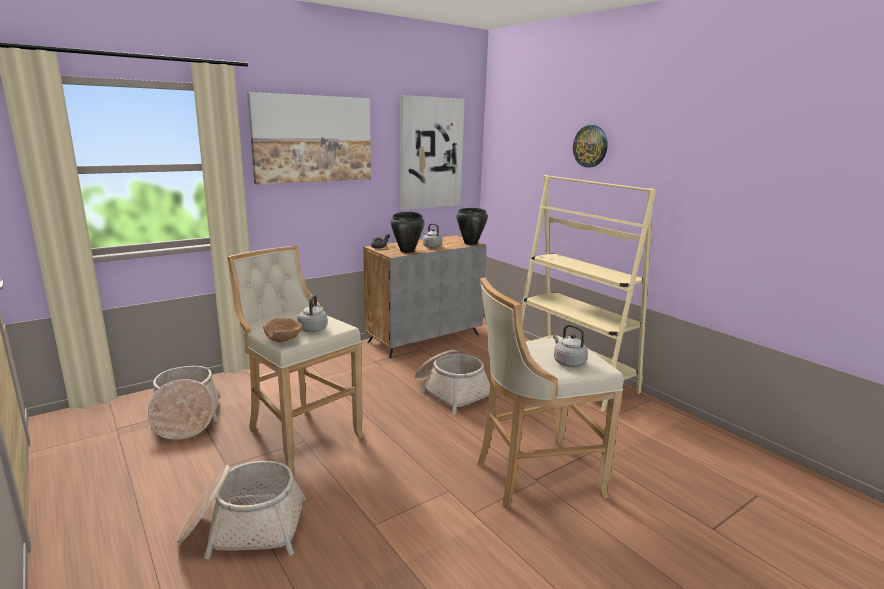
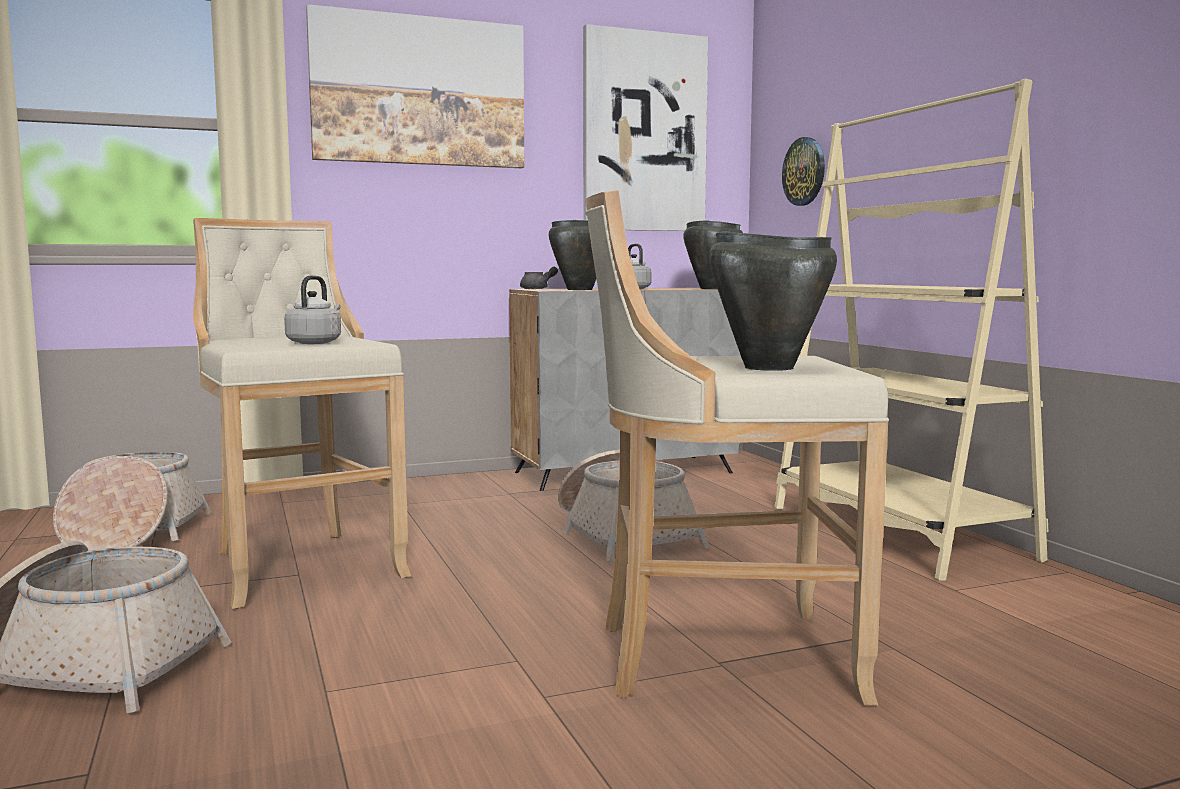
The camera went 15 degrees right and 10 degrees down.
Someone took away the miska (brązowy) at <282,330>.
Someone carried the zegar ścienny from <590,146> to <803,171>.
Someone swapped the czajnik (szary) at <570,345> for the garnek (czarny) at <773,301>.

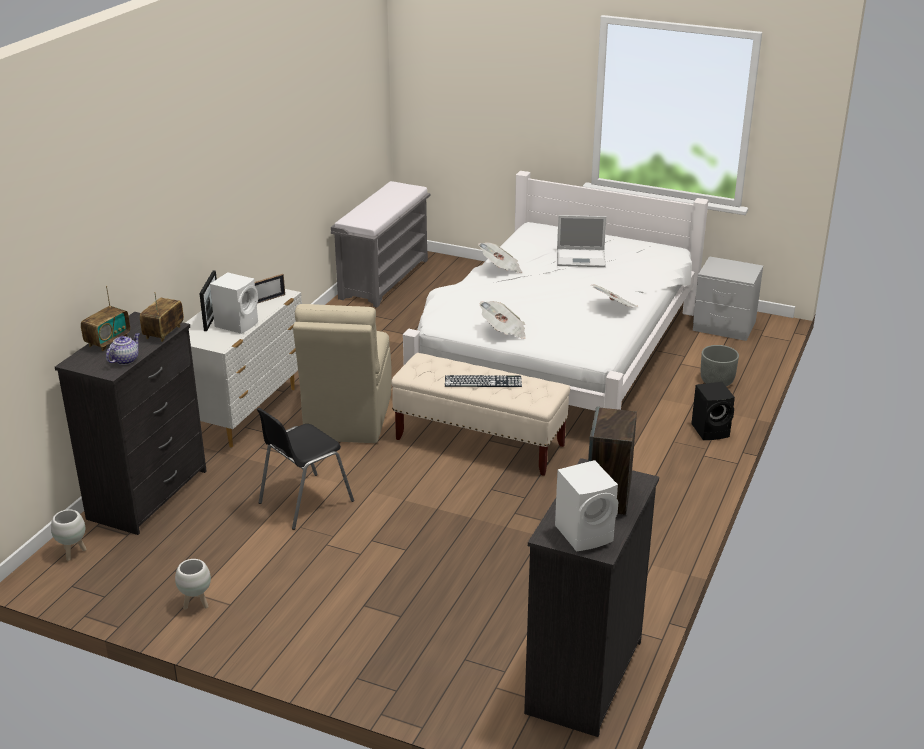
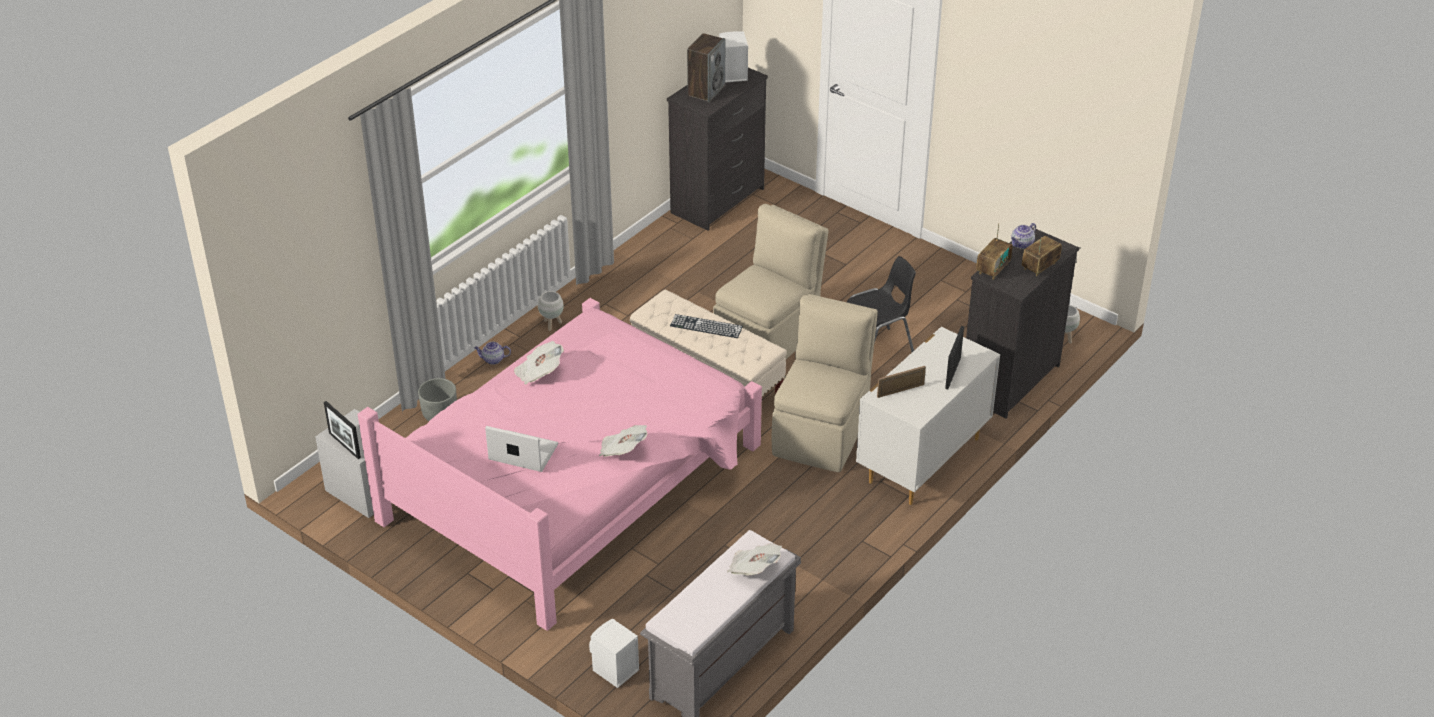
The camera went 165 degrees left and 10 degrees up.
Someone put down the ramka na zdjęcie at <342,430>.
Someone put down the krzesło (beżowy) at <771,281>.
Someone carried the donica (biały) from <193,584> to <551,311>.
Someone carried the głośnik (biały) from <234,303> to <614,653>.
Someone carried the gazeta from <503,320> to <754,559>.
Someone swapped the głośnik (czarny) at <713,411> for the imbryk at <492,353>.
Someone repainted the łóżko (biały) at <555,291>, which became the łóżko (różowy) at <560,464>.

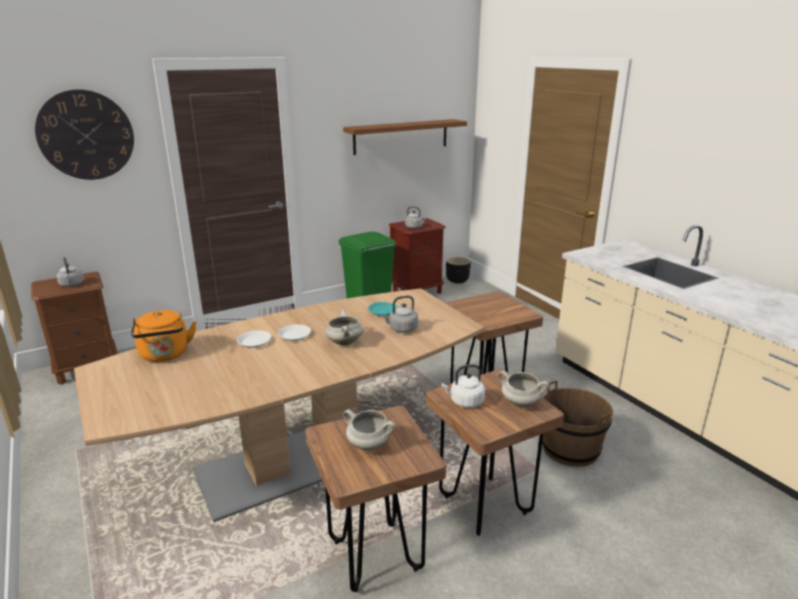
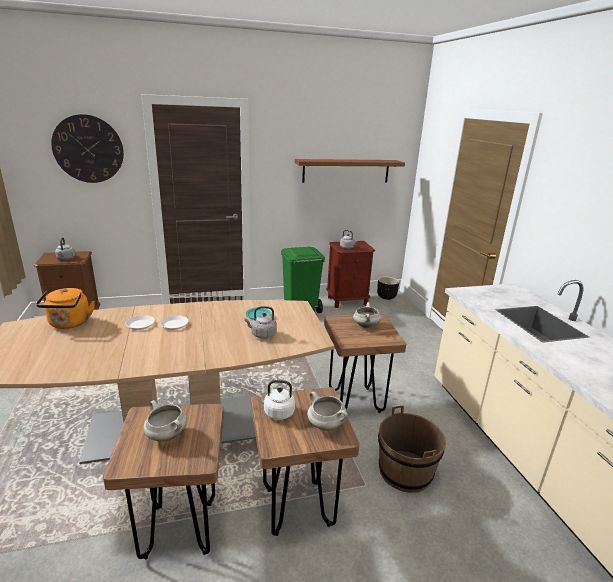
The camera went 15 degrees right and 0 degrees up.
Someone carried the garnek (biały) from <344,328> to <367,315>.

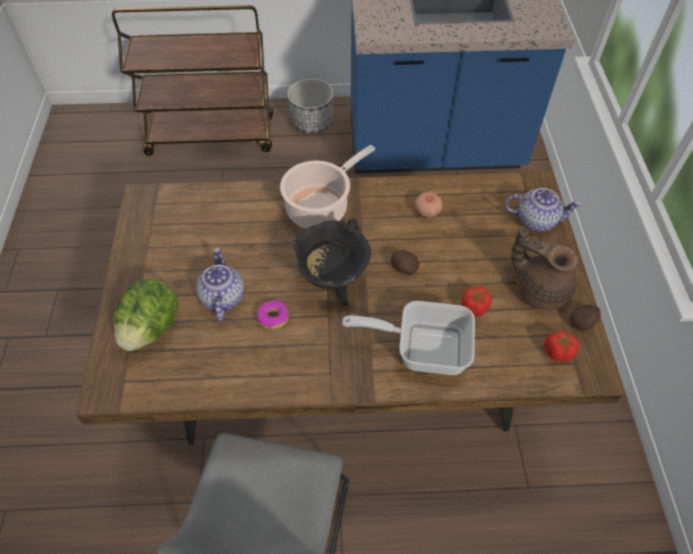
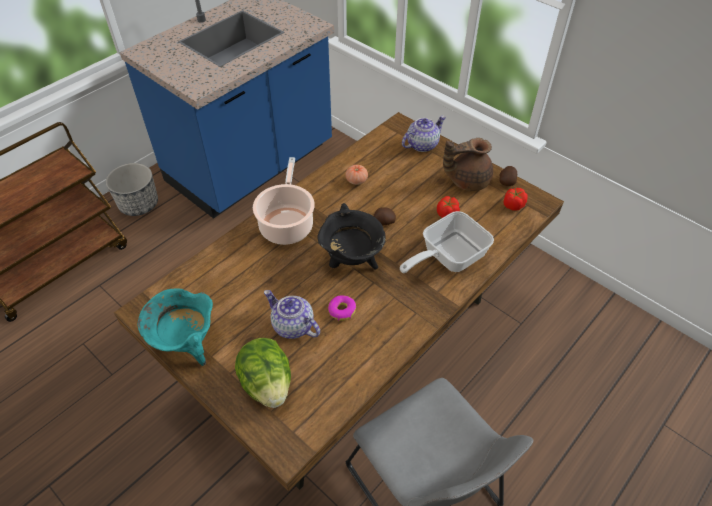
The camera went 45 degrees left and 5 degrees down.
Someone put down the garnek (turkusowy) at <175,327>.

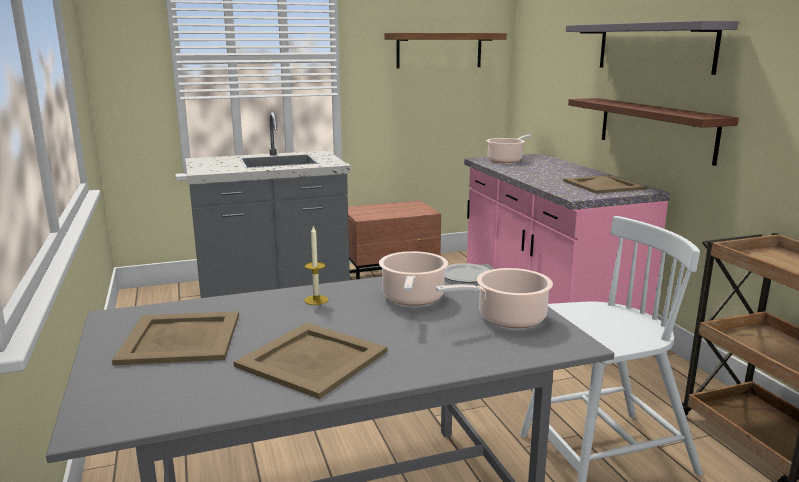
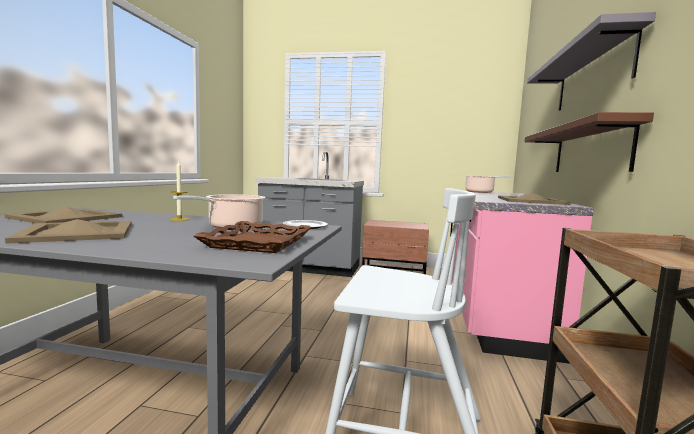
The camera went 30 degrees right and 10 degrees down.
Someone took away the półka at <445,51>.
Someone swapped the garnek at <494,298> for the taca (brązowy) at <252,237>.

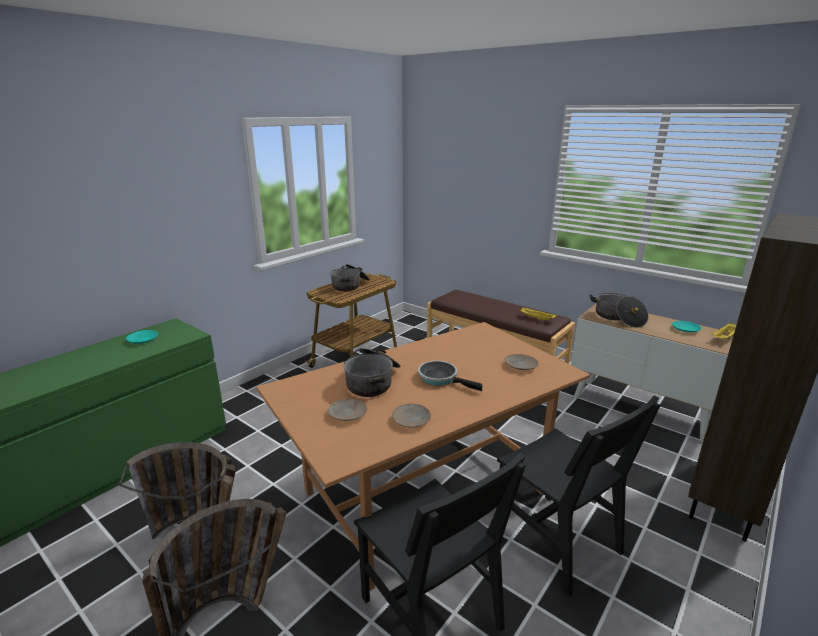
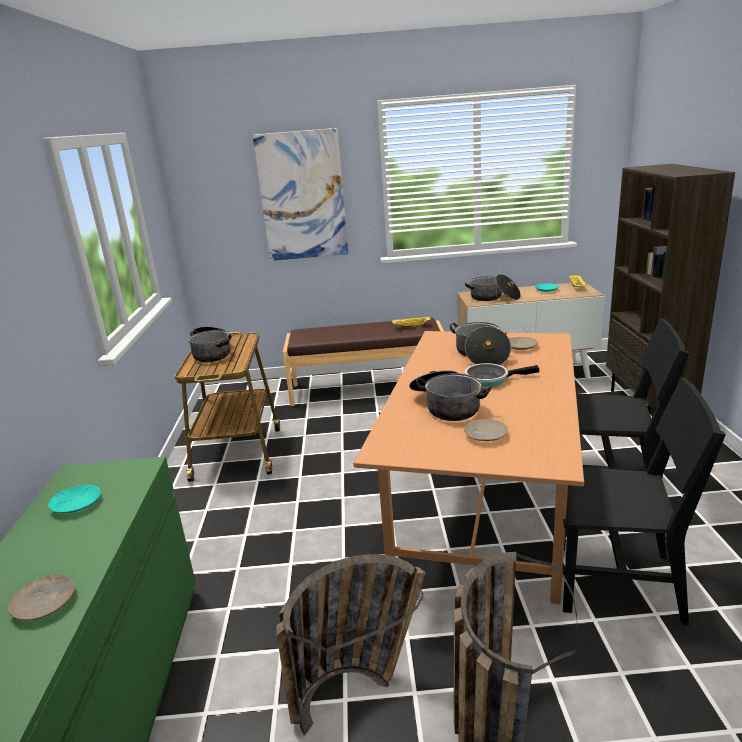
The camera went 40 degrees left and 0 degrees up.
Someone put up the obraz at <300,194>.
Someone put down the garnek at <480,343>.
Someone carried the talerz (beżowy) from <411,416> to <41,597>.

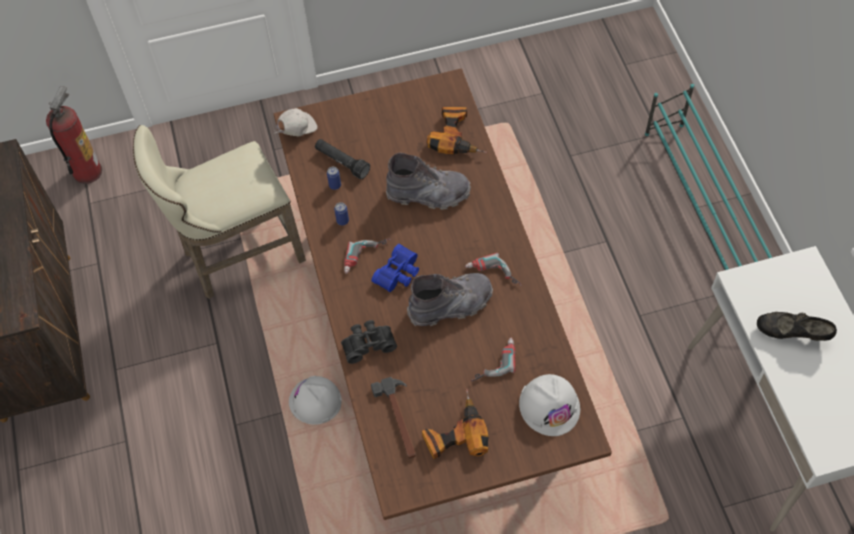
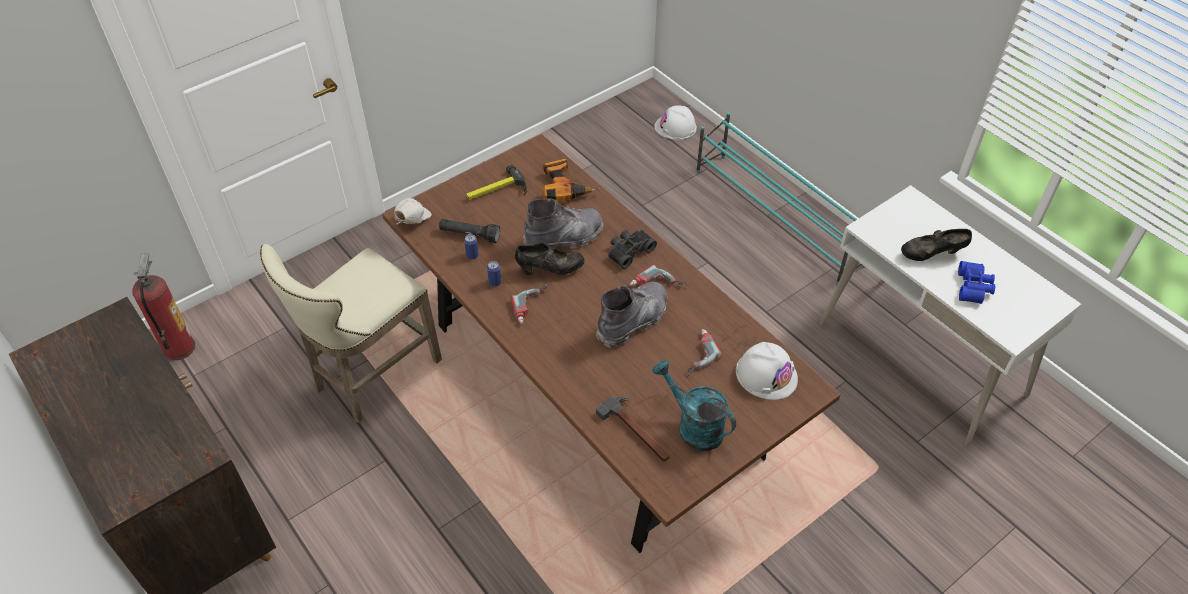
The camera went 25 degrees left and 10 degrees down.
Someone put down the młotek at <496,182>.
Someone put down the but (czarny) at <550,259>.
Someone carried the kask (biały) from <315,400> to <676,122>.
Someone carried the lornetka (czarny) from <369,342> to <632,249>.
Someone carried the lornetka (niebieski) from <395,268> to <976,282>.
Someone swapped the wiertarka at <455,423> for the konewka (turkusowy) at <694,405>.

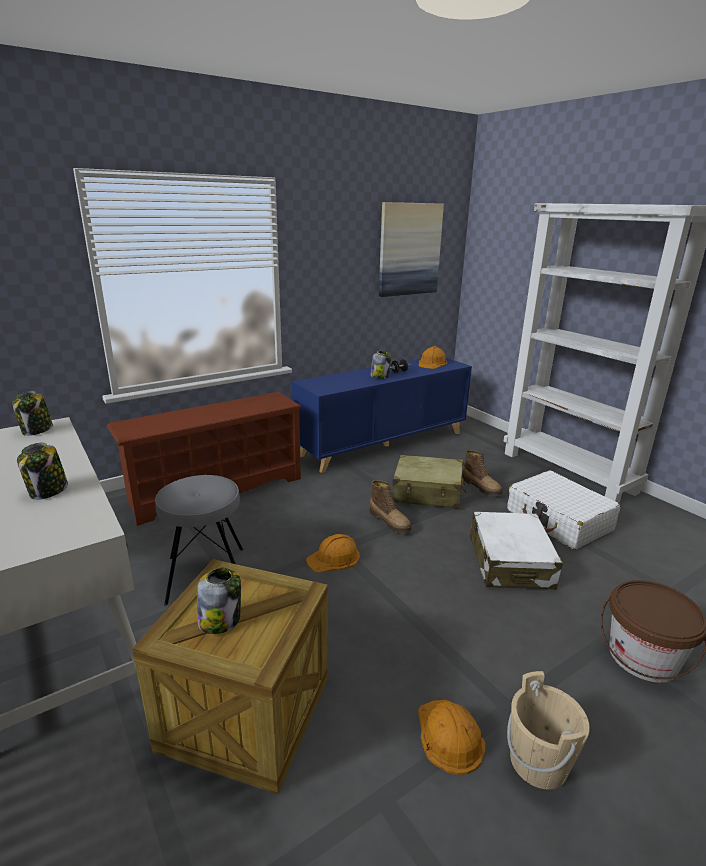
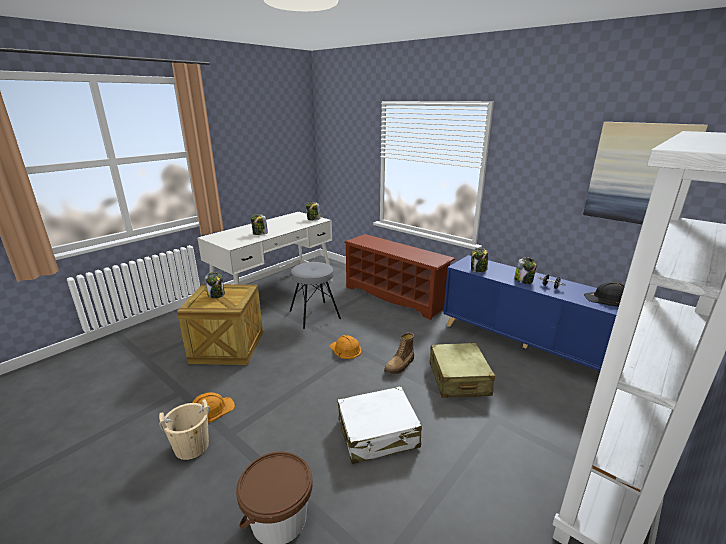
The camera went 75 degrees right and 0 degrees up.
Someone took away the but z cholewką at <482,473>.
Someone took away the walizka (biały) at <564,510>.
Someone put down the słoik at <479,260>.
Someone repainted the kask (pomarańczowy) at <432,357>, which became the kask (czarny) at <604,294>.

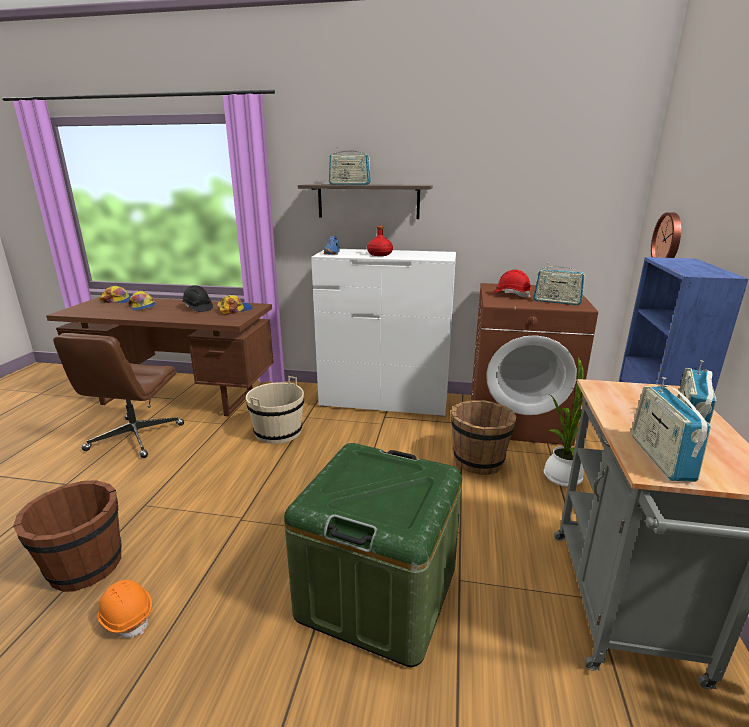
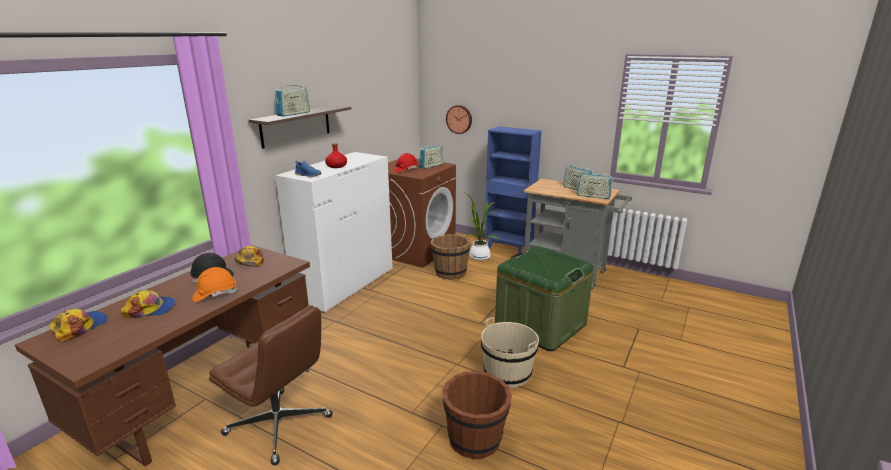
The camera went 70 degrees left and 0 degrees up.
Someone carried the kask (pomarańczowy) from <124,609> to <214,284>.
Someone carried the wiadro (beżowy) from <275,410> to <510,352>.

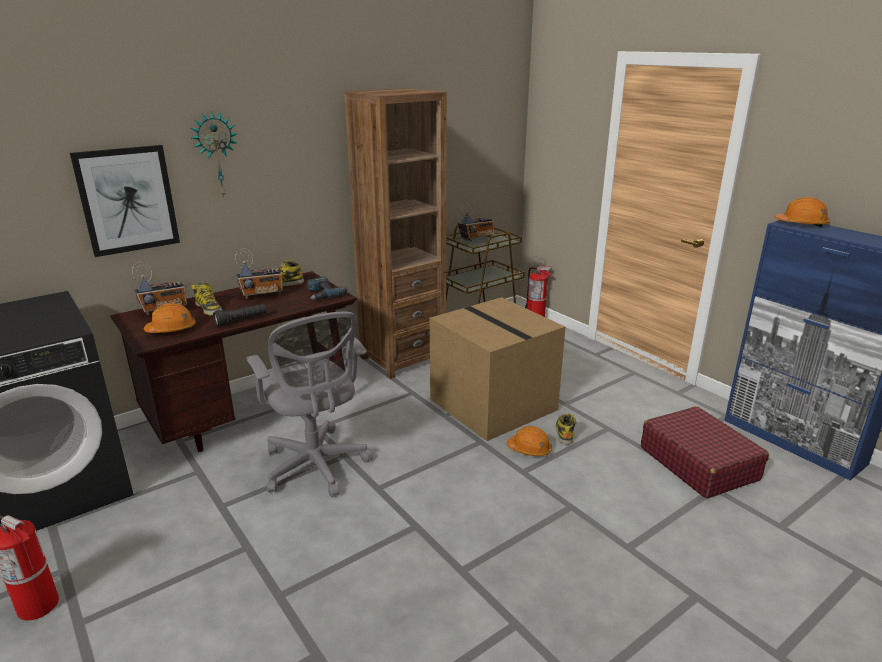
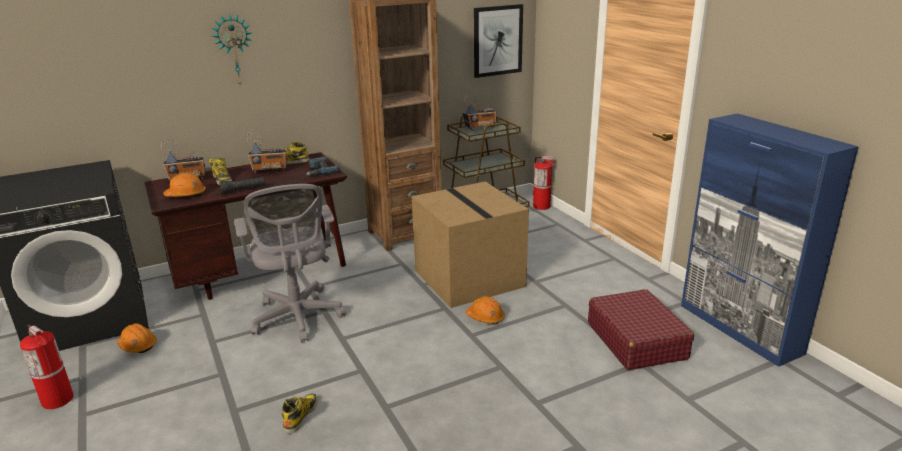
The camera went 10 degrees right and 0 degrees up.
Someone carried the obraz from <125,201> to <498,41>.
Someone carried the but z cholewką from <566,429> to <300,413>.
Someone carried the kask (pomarańczowy) from <802,212> to <137,338>.

